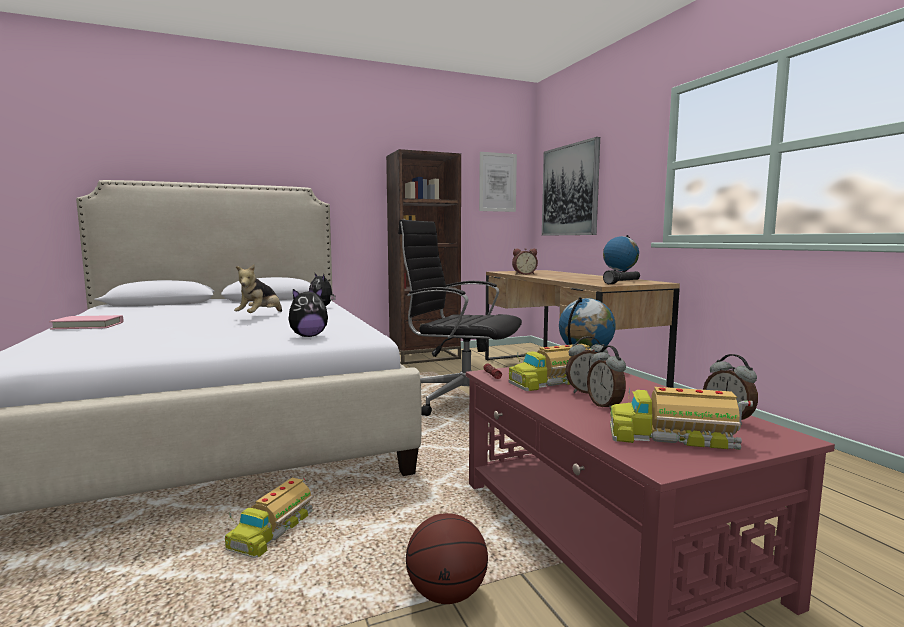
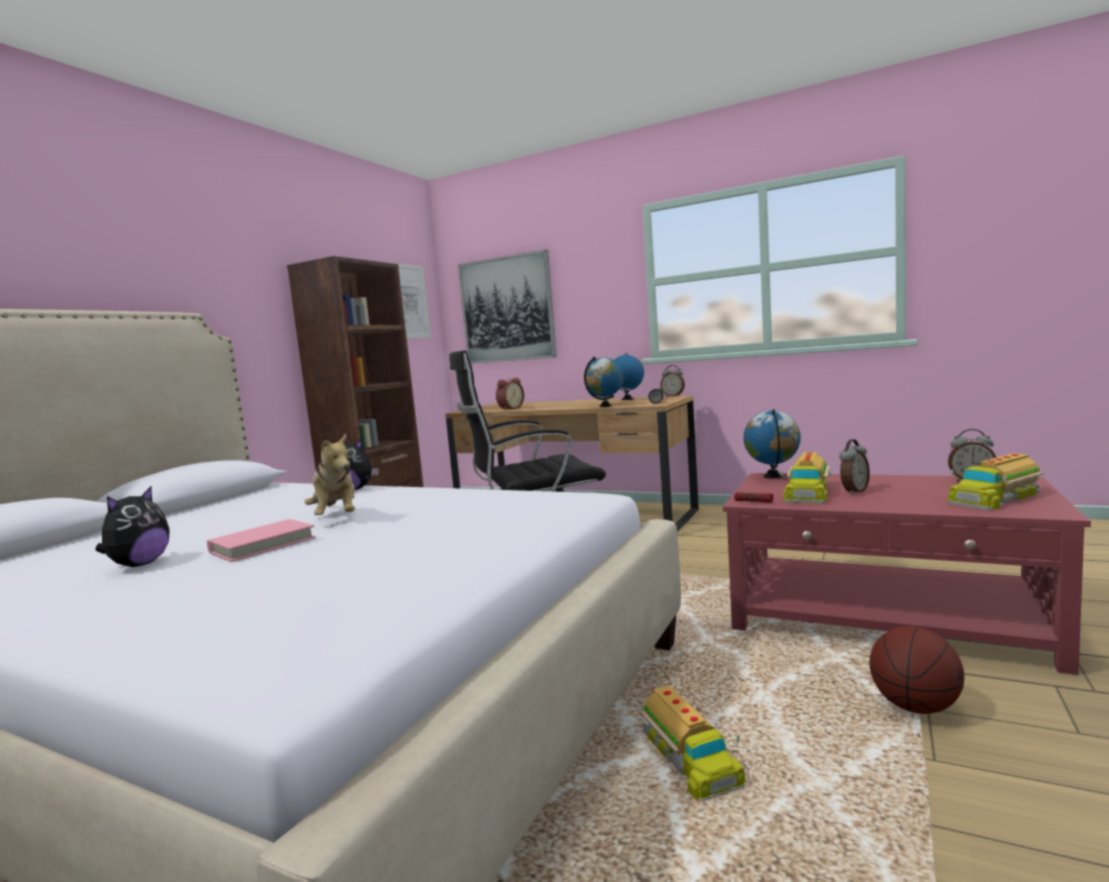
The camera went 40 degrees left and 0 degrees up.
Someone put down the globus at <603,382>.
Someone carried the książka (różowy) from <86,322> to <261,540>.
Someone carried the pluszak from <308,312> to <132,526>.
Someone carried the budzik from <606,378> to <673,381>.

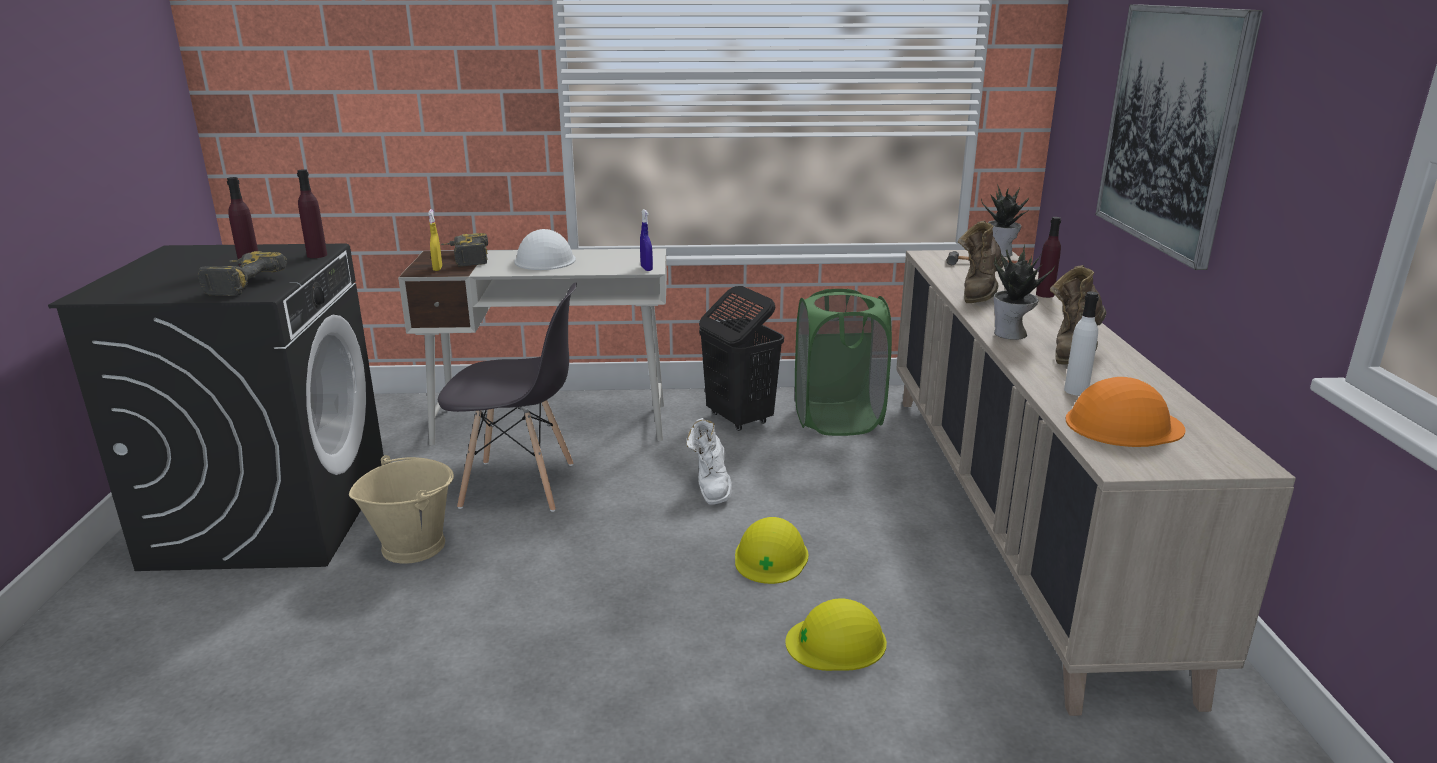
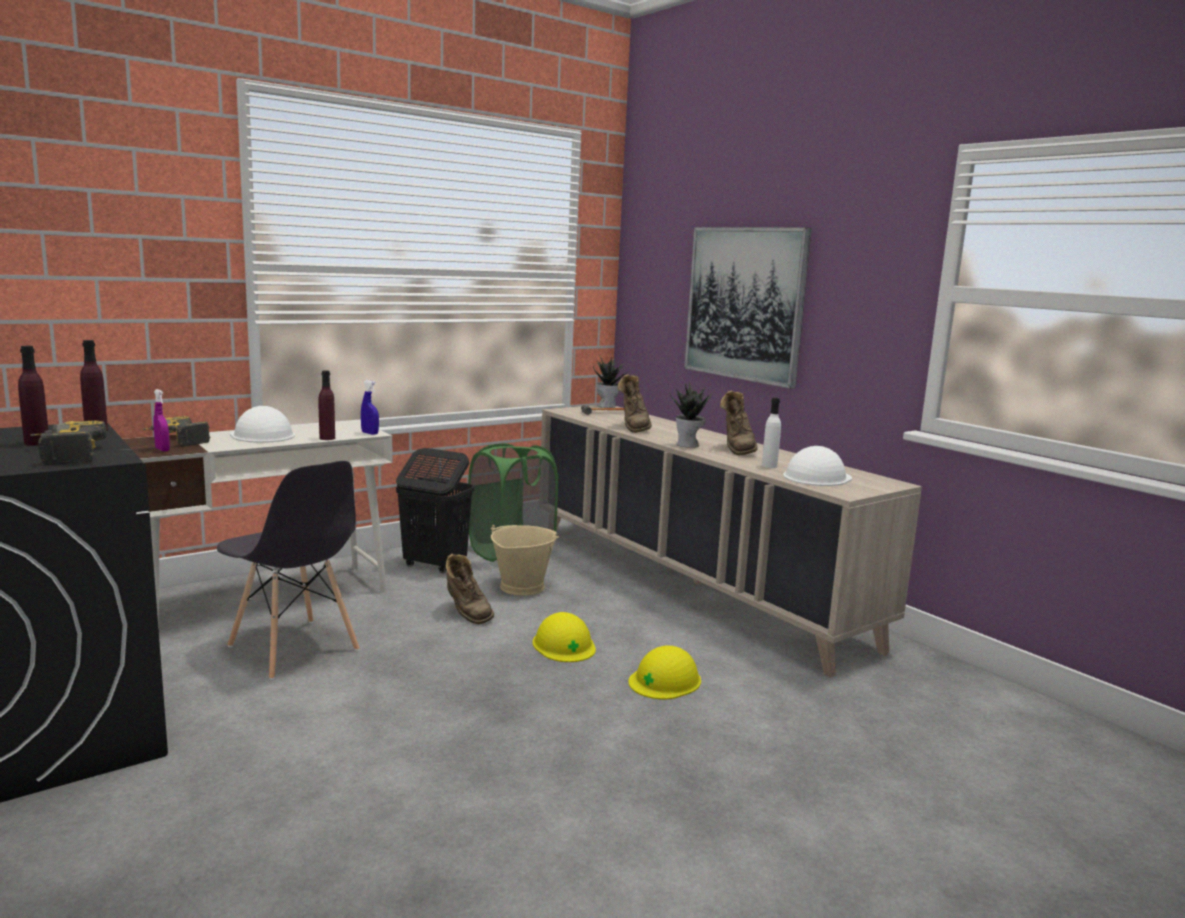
The camera went 35 degrees left and 10 degrees down.
Someone carried the wiadro (beżowy) from <401,509> to <525,560>.
Someone carried the butelka (fioletowy) from <1048,257> to <327,405>.
Someone repainted the spryskiwacz (żółty) at <435,240>, which became the spryskiwacz (fioletowy) at <162,420>.
Someone repainted the but z cholewką (biały) at <709,461>, which became the but z cholewką (brązowy) at <470,589>.
Someone repainted the kask (pomarańczowy) at <1126,412>, which became the kask (biały) at <817,466>.
Someone rotated the krzesło (szary) at <507,397> by 75 degrees clockwise.

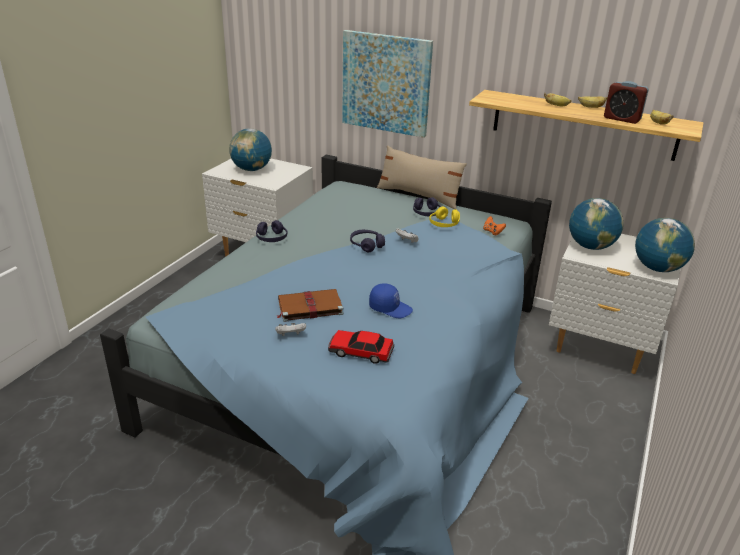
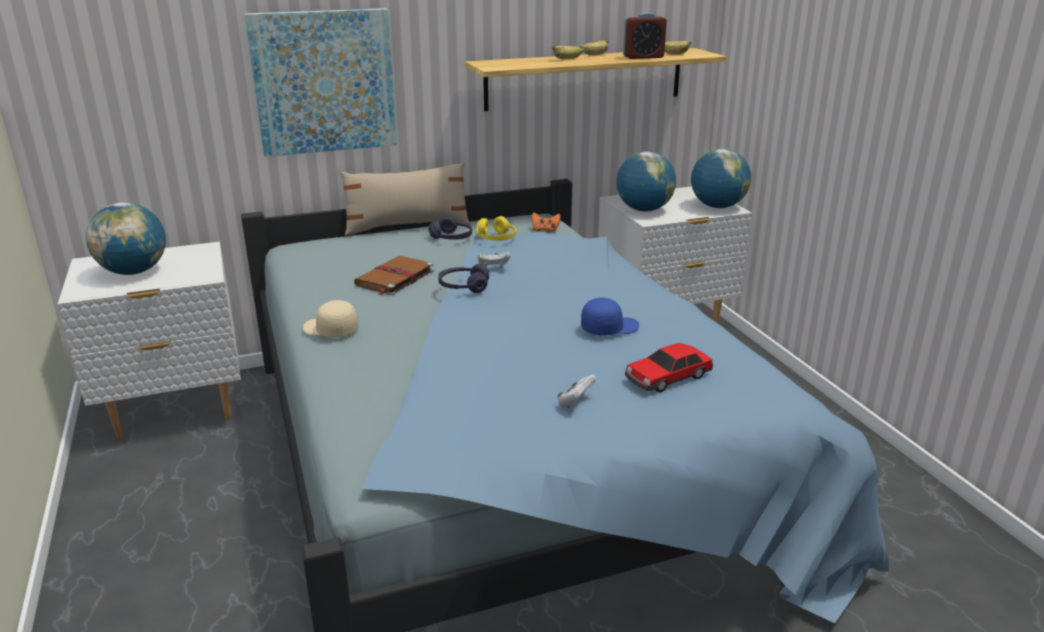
The camera went 45 degrees left and 5 degrees down.
Someone carried the książka (brązowy) from <310,305> to <394,276>.
Someone swapped the słuchawki (fioletowy) at <272,231> for the czapka z daszkiem (beżowy) at <330,319>.

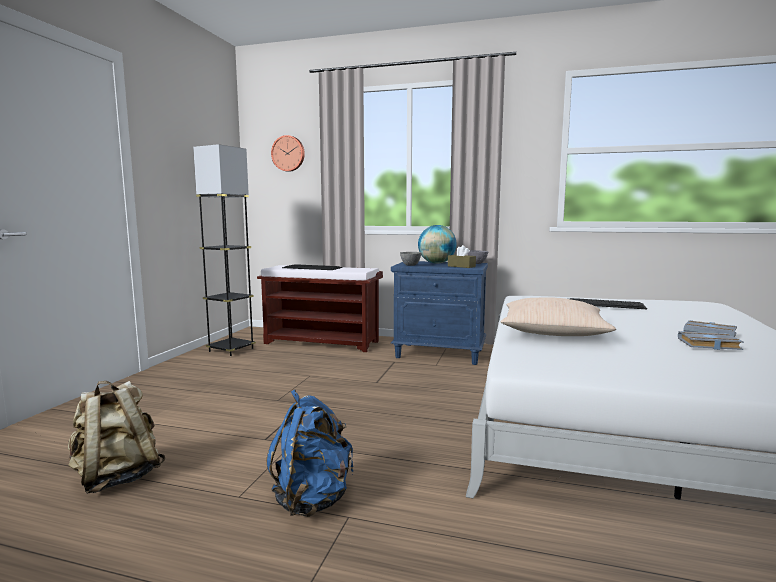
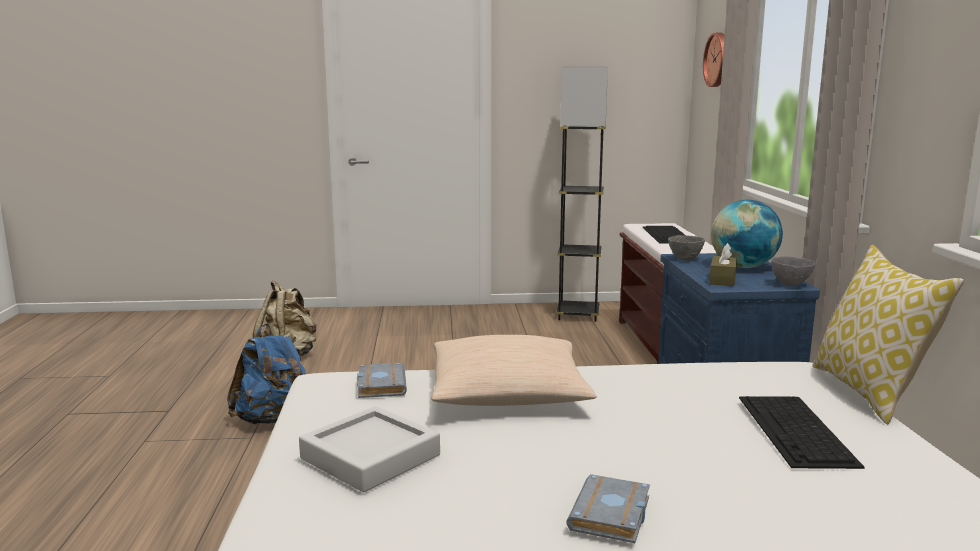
The camera went 70 degrees right and 5 degrees up.
Someone put down the taca (szary) at <369,449>.
Someone put down the poduszka at <888,335>.
Someone carried the książka (szary) from <711,340> to <382,380>.

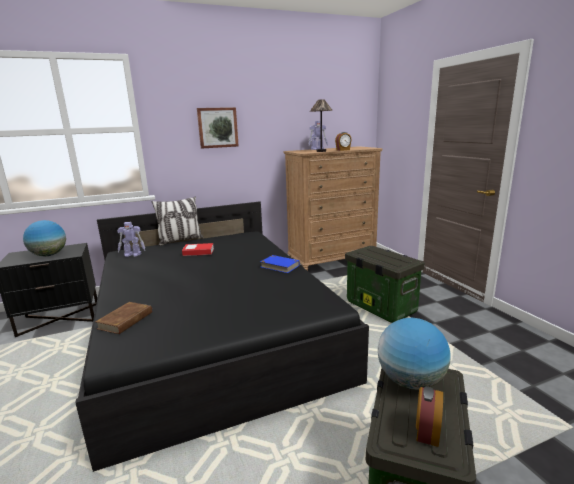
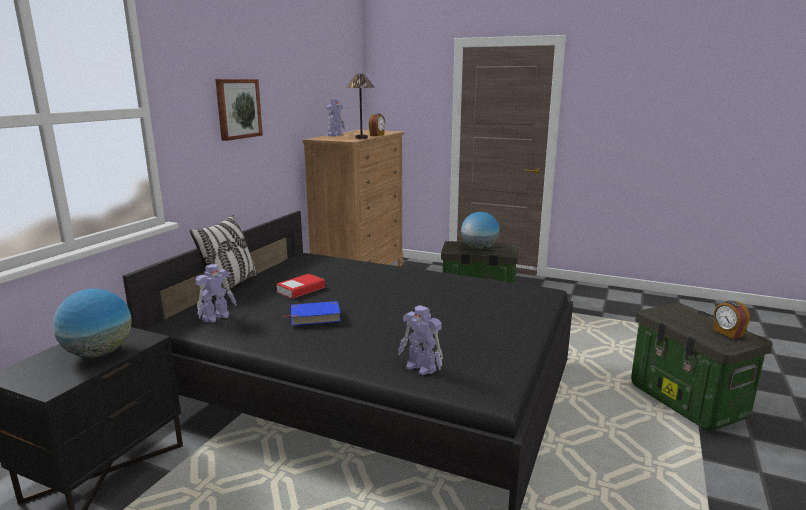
The camera went 45 degrees left and 0 degrees up.
Someone carried the książka (niebieski) from <280,264> to <312,313>.
Someone carried the globus from <414,354> to <480,231>.
Someone swapped the książka (brązowy) at <124,318> for the robot zabawkowy at <420,340>.

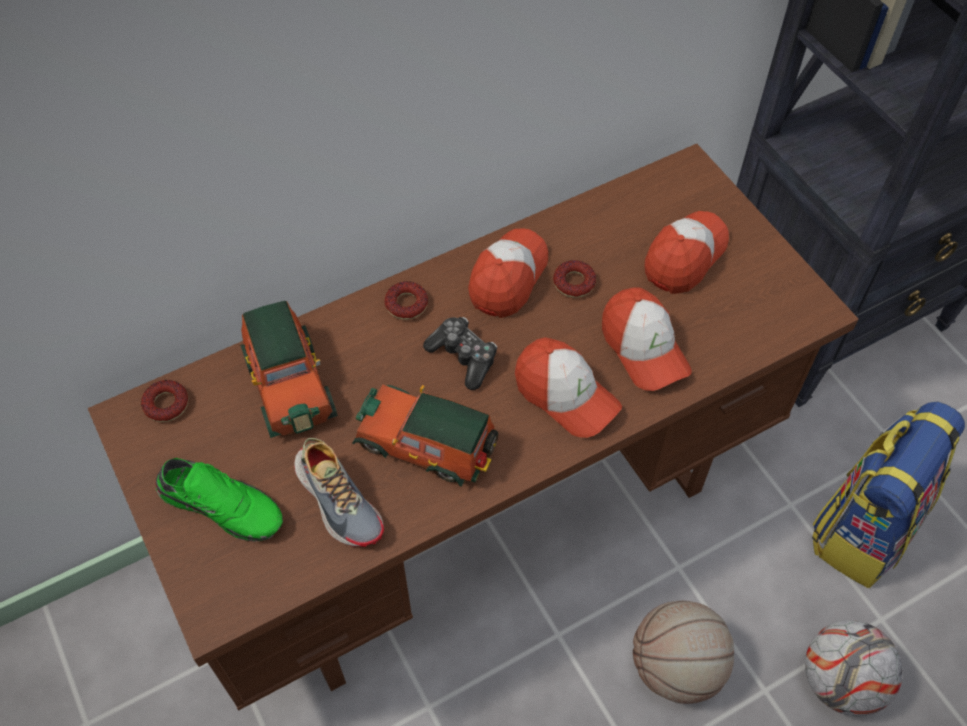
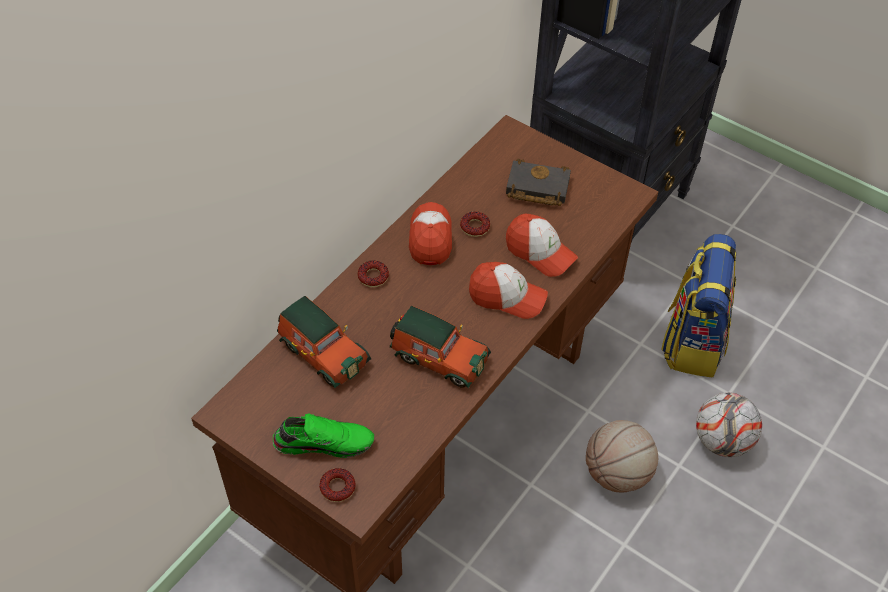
The camera went 25 degrees left and 5 degrees down.
Someone took away the but at <339,492>.
Someone took away the pad do gier at <460,353>.
Someone carried the donut from <164,401> to <337,485>.
Someone swapped the czapka z daszkiem at <686,252> for the książka (czarny) at <538,182>.
Someone rotated the samochodzik at <425,435> by 150 degrees counterclockwise.

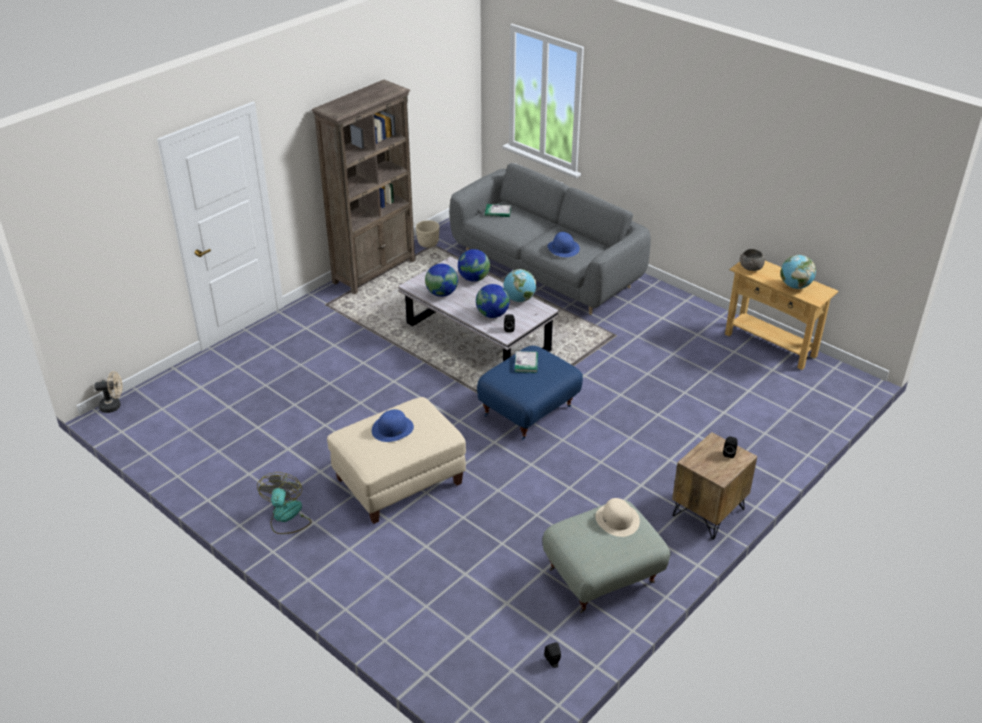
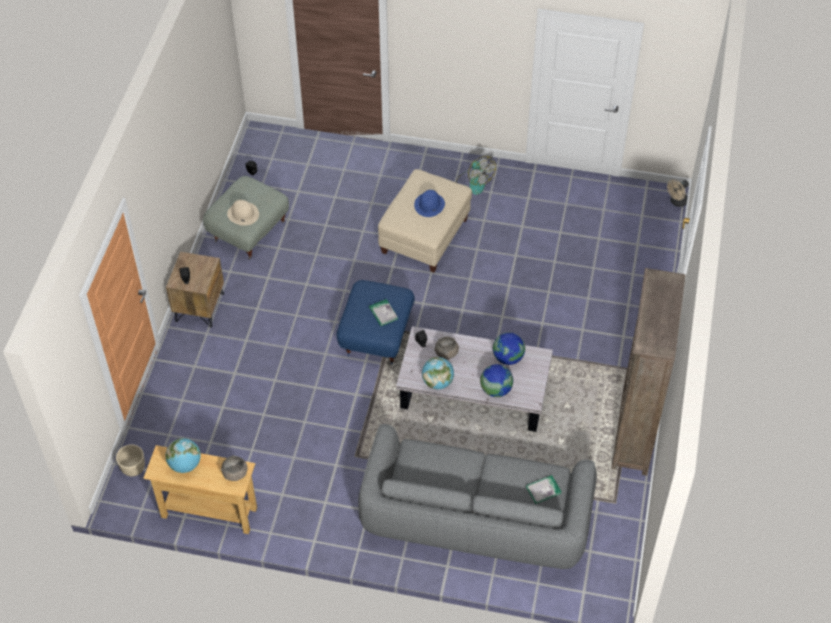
The camera went 150 degrees right and 15 degrees up.
Someone took away the kapelusz (niebieski) at <563,244>.
Someone carried the donica (beżowy) from <428,234> to <130,460>.
Someone swapped the globus at <493,301> for the miska (szary) at <446,348>.

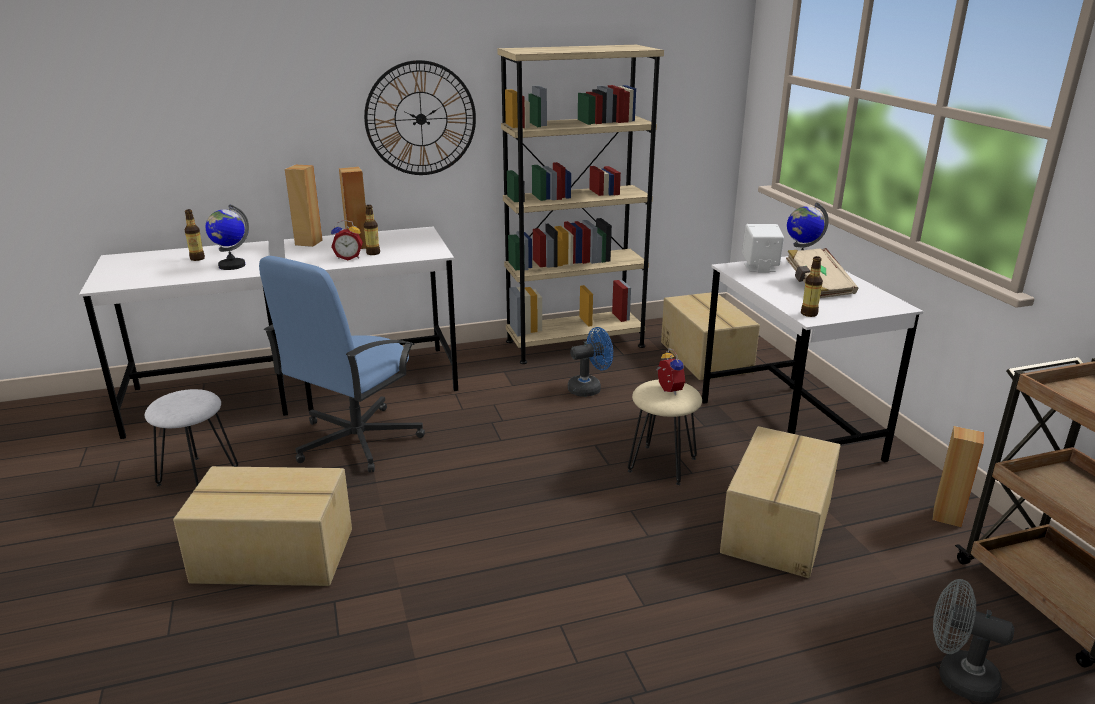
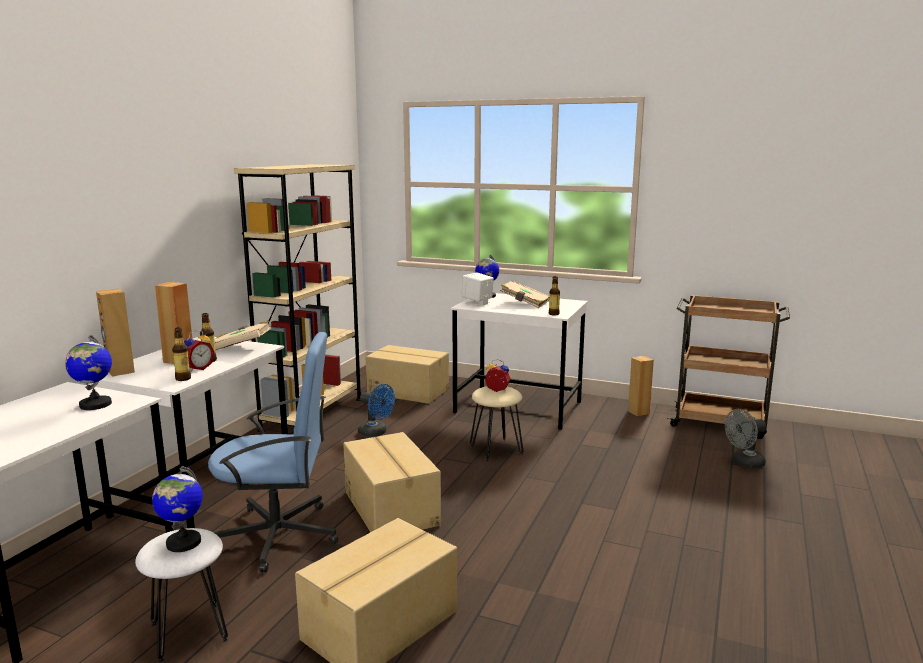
The camera went 50 degrees left and 10 degrees down.
Someone took away the zegar ścienny at <420,117>.
Someone put down the globus at <177,509>.
Someone put down the książka (beżowy) at <243,335>.
Someone carried the butelka from <195,235> to <181,354>.
Someone carried the karton from <780,502> to <392,482>.
Someone rotated the krzesło biurowe (niebieski) at <342,364> by 75 degrees counterclockwise.
Someone rotated the wentylator (niebieski) at <590,362> by 105 degrees clockwise.

